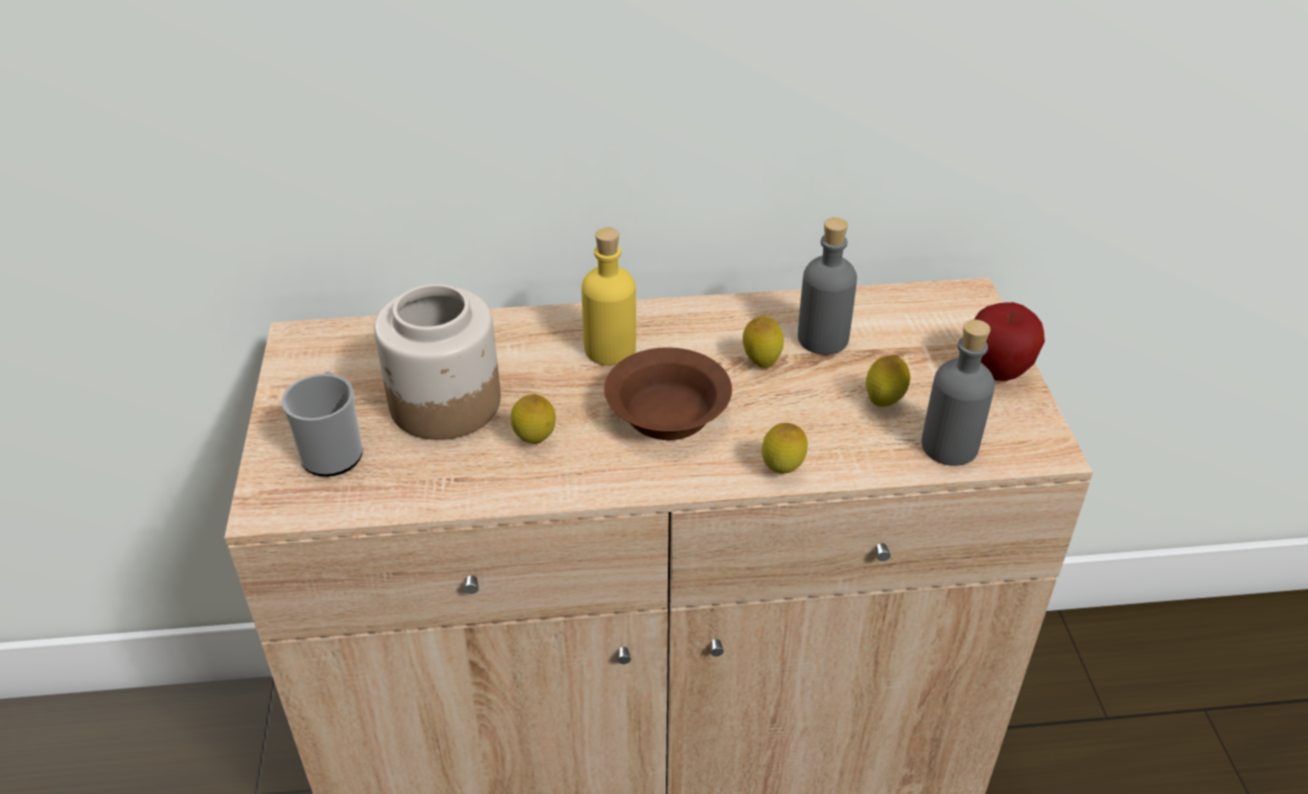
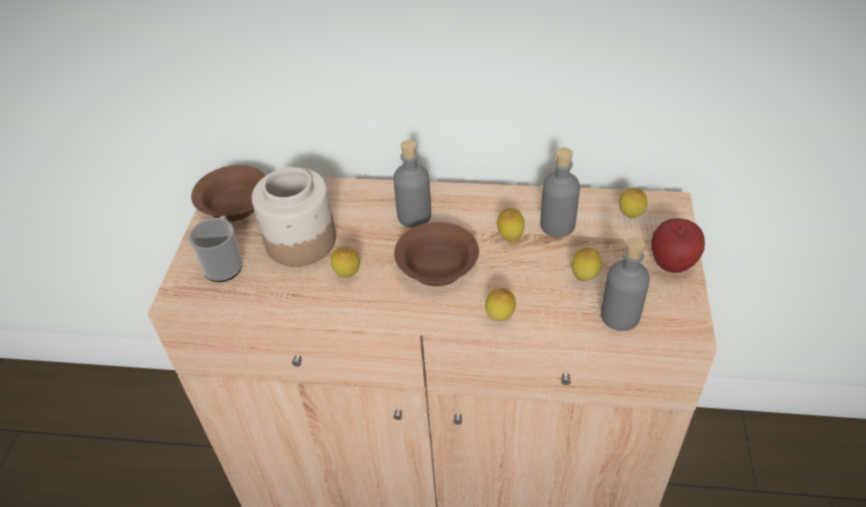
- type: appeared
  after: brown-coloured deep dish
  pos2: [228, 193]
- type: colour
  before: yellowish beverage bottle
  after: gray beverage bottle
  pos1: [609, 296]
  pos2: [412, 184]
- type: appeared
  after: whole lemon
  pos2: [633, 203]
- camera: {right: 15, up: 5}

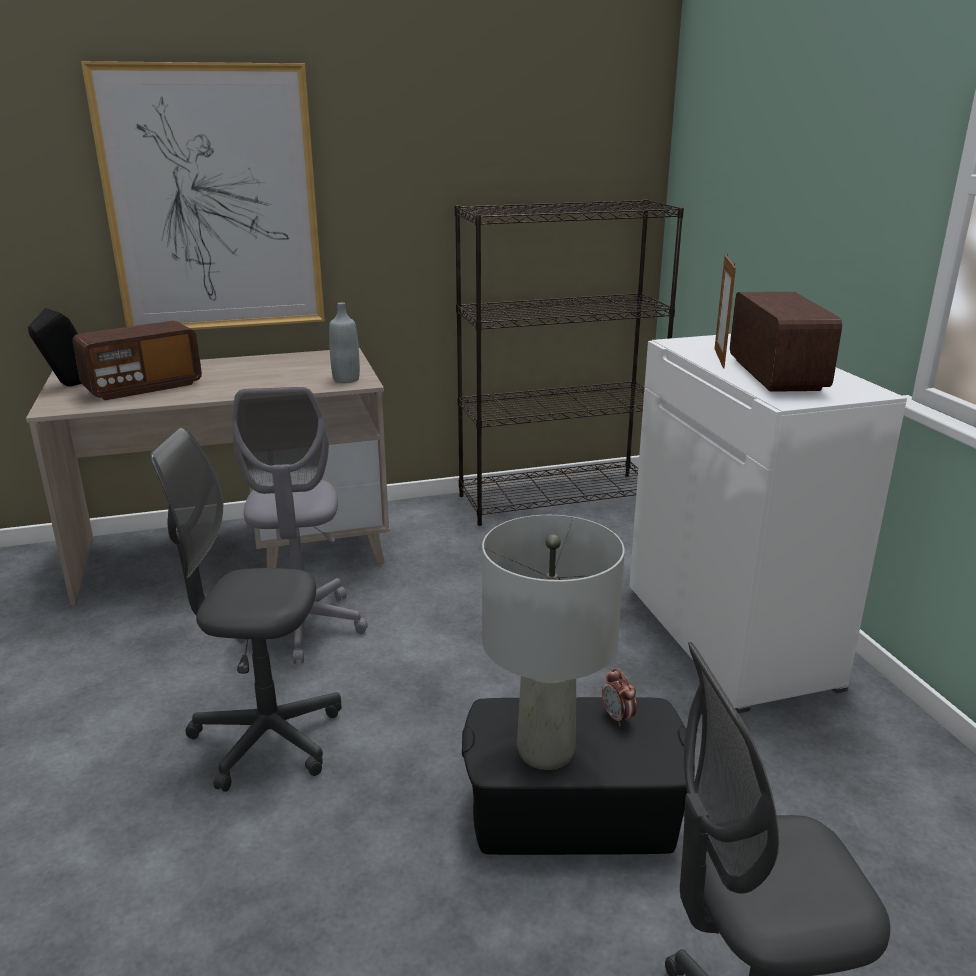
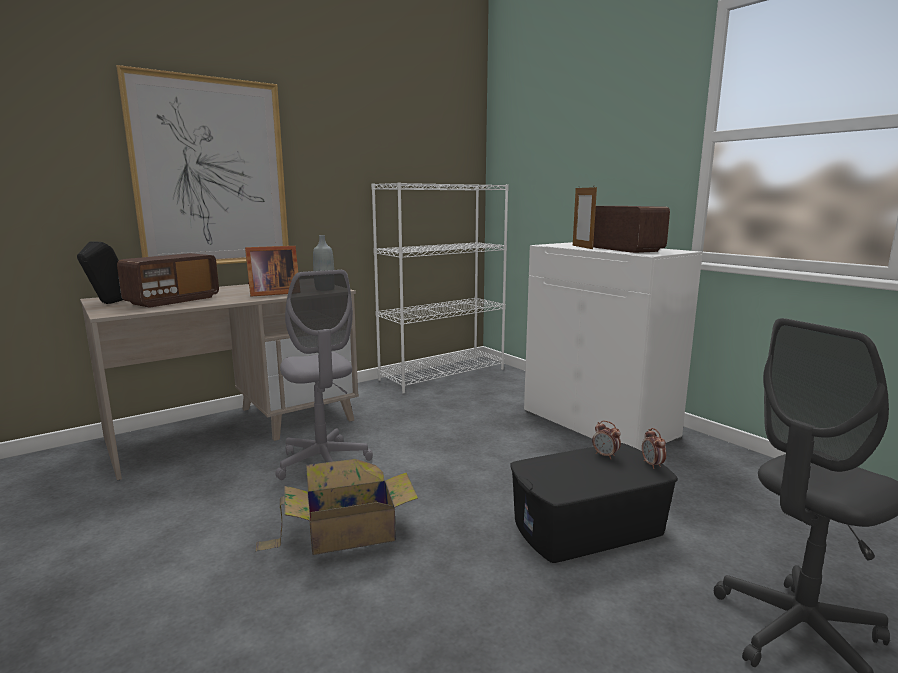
- type: appeared
  after: standing frame
  pos2: [271, 271]
- type: exchanged
  before: gray desk chair
  after: cardboard box
  pos1: [245, 610]
  pos2: [337, 507]
- type: colour
  before: blackish bookcase
  after: white bookcase
  pos1: [569, 362]
  pos2: [440, 288]
- type: appeared
  after: bedside clock
  pos2: [654, 448]
- type: missing
  before: gray lamp for a table
  pos1: [553, 642]
- camera: {right: -20, up: -10}

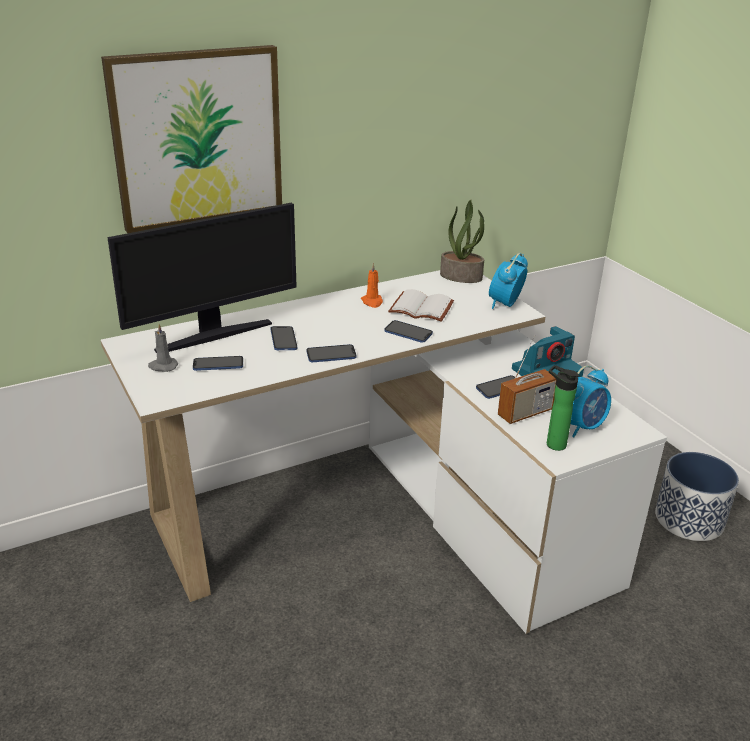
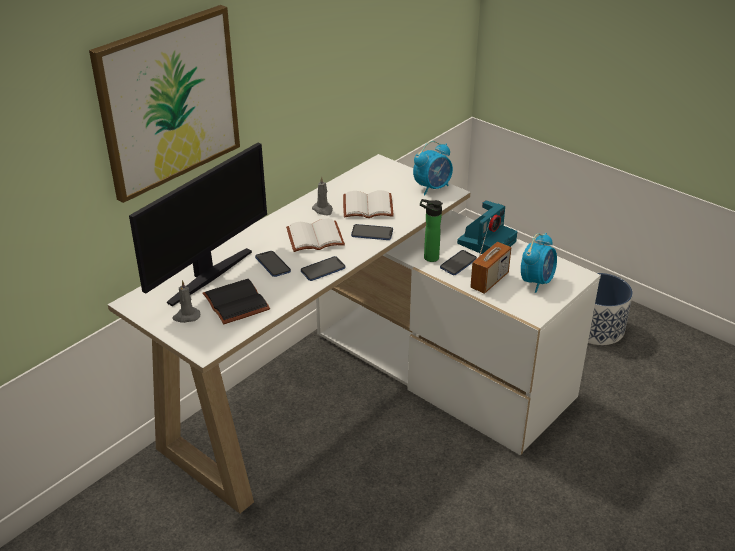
- type: exchanged
  before: telephone
  after: blackish book
  pos1: [218, 363]
  pos2: [236, 301]
- type: appeared
  after: white book
  pos2: [315, 235]
- type: colour
  before: orangey wax light
  after: gray wax light
  pos1: [372, 285]
  pos2: [322, 196]
- type: spun
  before: bedside clock
  pos1: [508, 281]
  pos2: [433, 168]
  turn: -135
- type: relocated
  before: beverage bottle
  pos1: [563, 408]
  pos2: [431, 230]
- type: missing
  before: houseplant
  pos1: [462, 241]
- camera: {right: -20, up: 5}

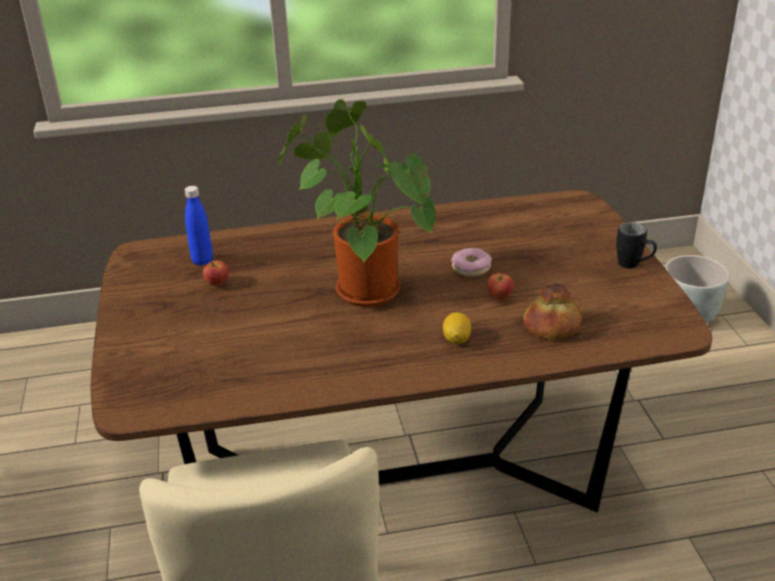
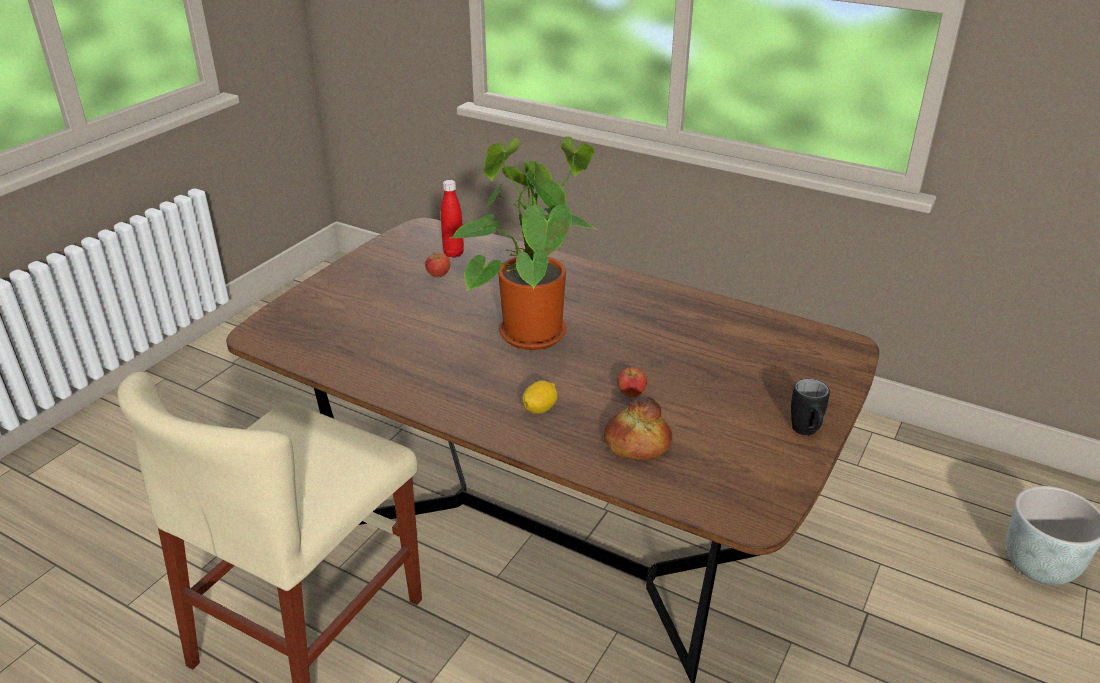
- type: colour
  before: blue-coloured beverage bottle
  after: red-coloured beverage bottle
  pos1: [199, 226]
  pos2: [452, 219]
- type: missing
  before: ring doughnut
  pos1: [471, 262]
- camera: {right: 40, up: 0}

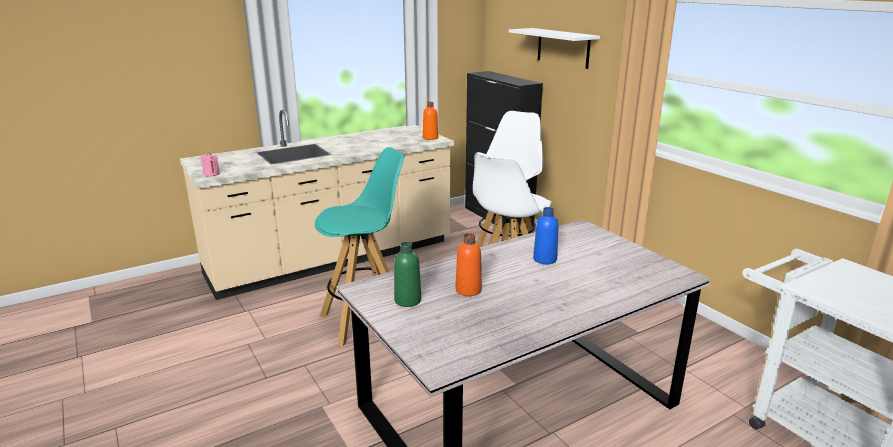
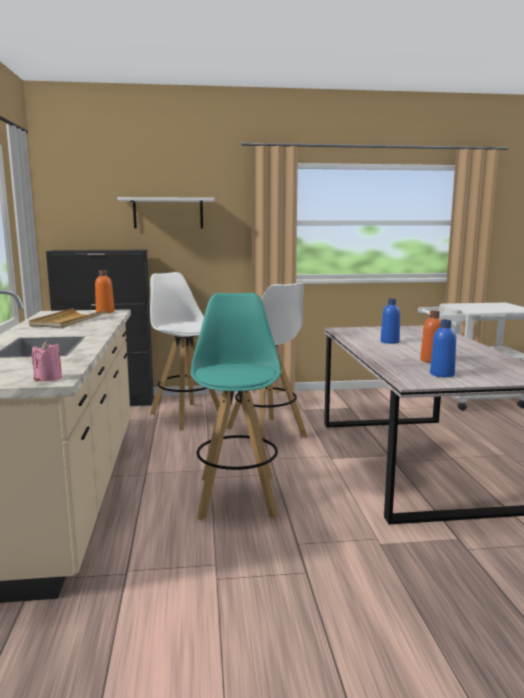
- type: appeared
  after: sand-coloured serving tray
  pos2: [68, 318]
- type: colour
  before: greenish beverage bottle
  after: blue-coloured beverage bottle
  pos1: [407, 274]
  pos2: [443, 348]
- camera: {right: -65, up: -10}

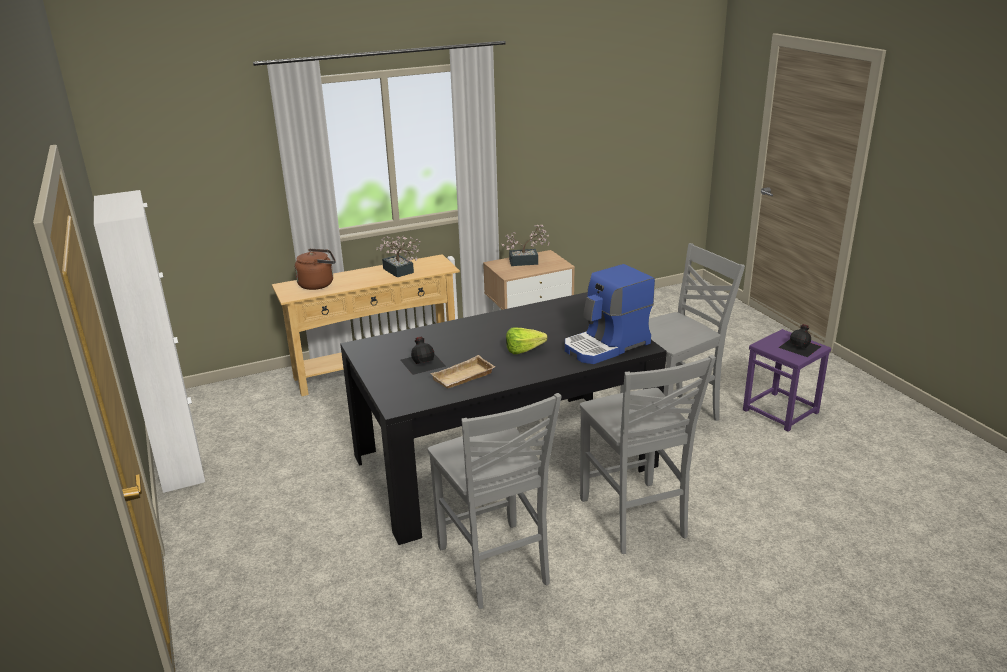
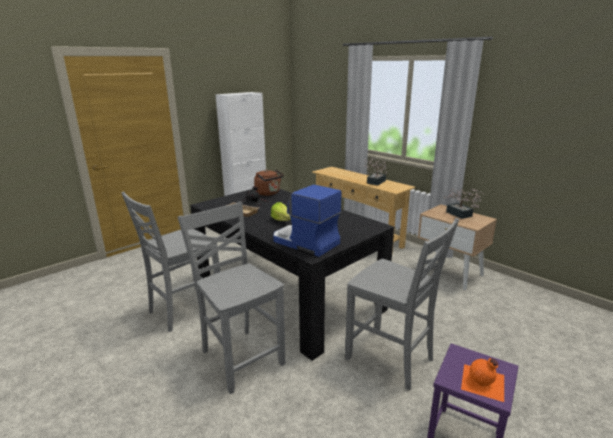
- type: spun
  before: gray upright chair
  pos1: [648, 454]
  pos2: [231, 298]
  turn: 90
- type: relocated
  before: brown-coloured tea kettle
  pos1: [315, 269]
  pos2: [269, 182]
- type: colour
  before: blackish beverage bottle
  after: orangey beverage bottle
  pos1: [800, 340]
  pos2: [482, 380]
- camera: {right: 70, up: -5}

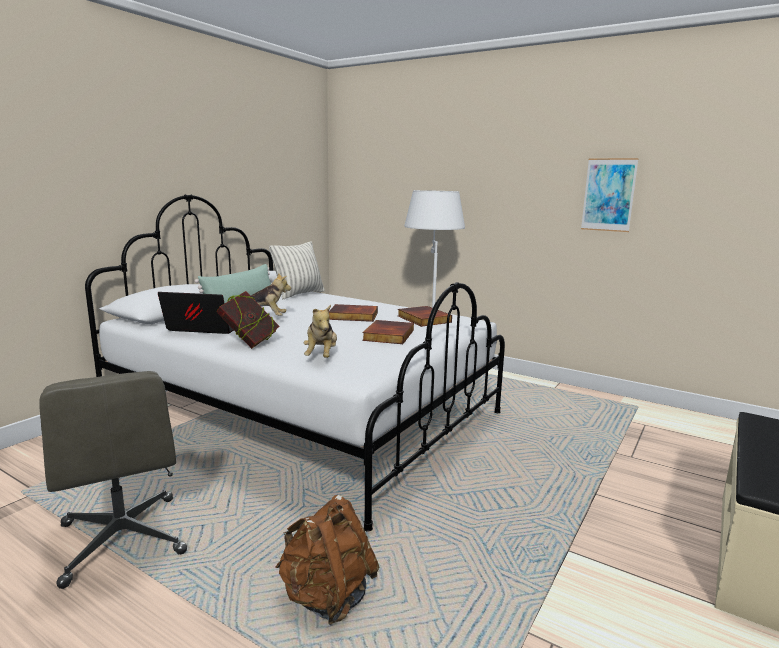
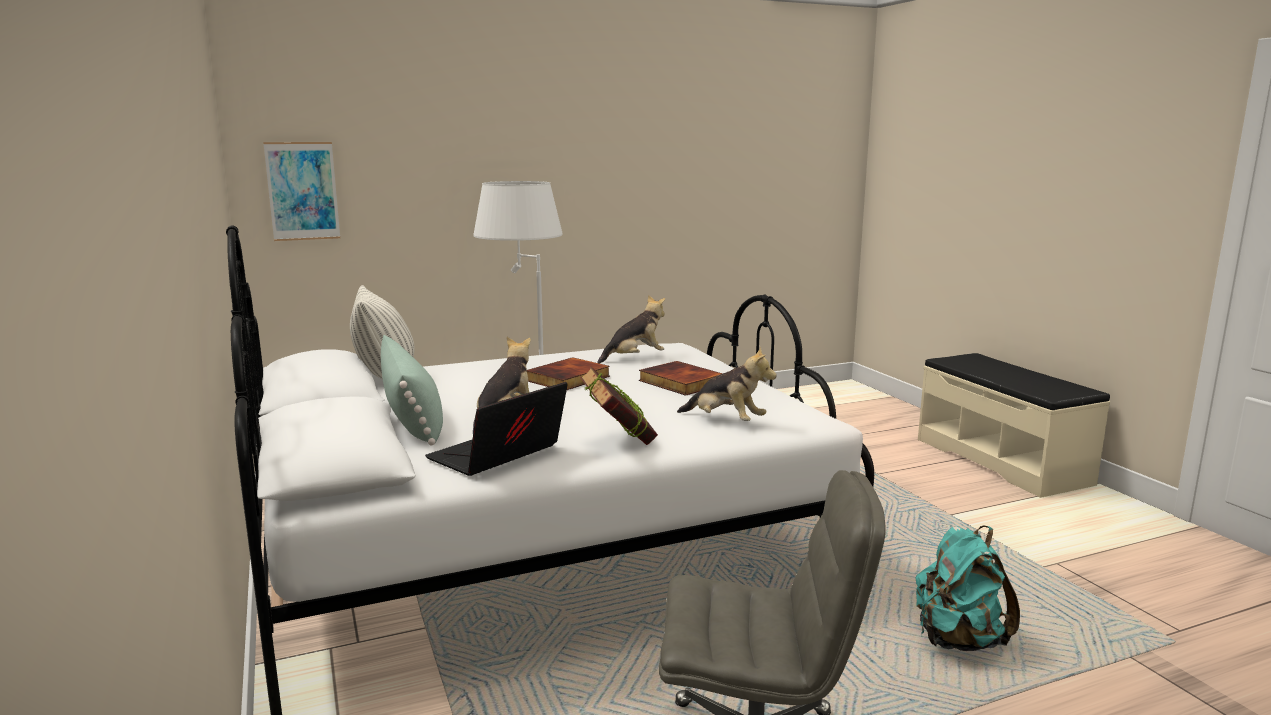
- type: relocated
  before: picture
  pos1: [610, 195]
  pos2: [301, 191]
- type: exchanged
  before: book
  after: plush toy
  pos1: [425, 316]
  pos2: [631, 329]
- type: colour
  before: brown-coloured knapsack
  after: turquoise-coloured knapsack
  pos1: [327, 560]
  pos2: [968, 588]
- camera: {right: -55, up: 0}

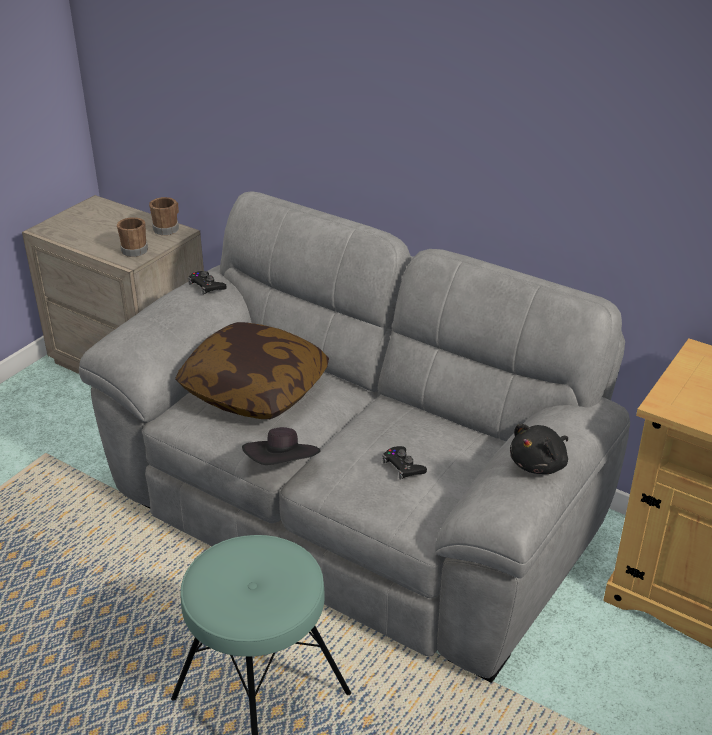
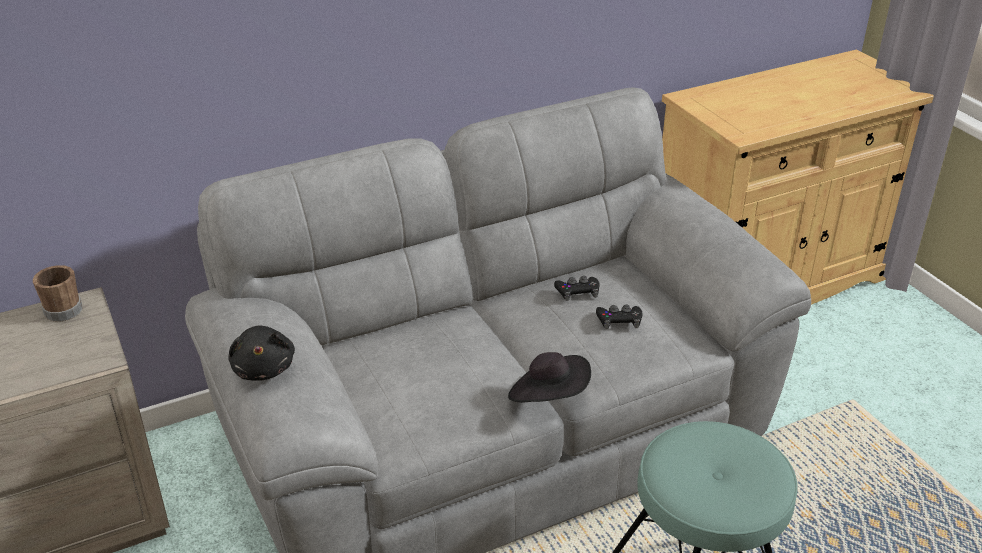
- type: relocated
  before: blackish plush toy
  pos1: [539, 449]
  pos2: [261, 353]
- type: relocated
  before: blackish joypad
  pos1: [207, 283]
  pos2: [576, 288]
- type: missing
  before: brown-coloured coffee mug
  pos1: [132, 237]
- type: missing
  before: throw pillow
  pos1: [252, 370]
- camera: {right: -60, up: 0}

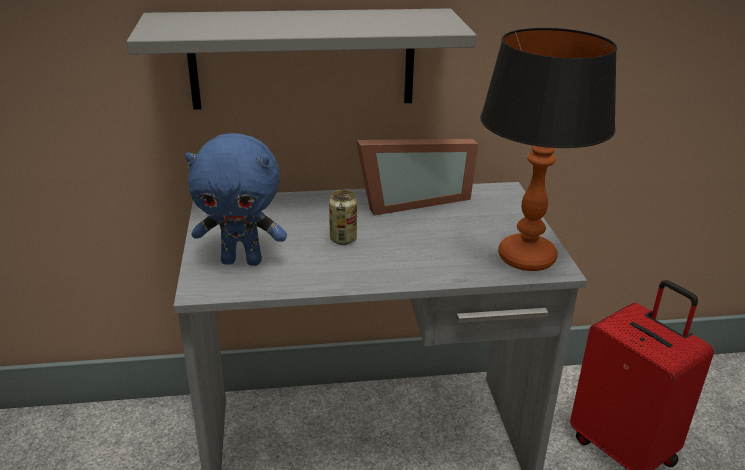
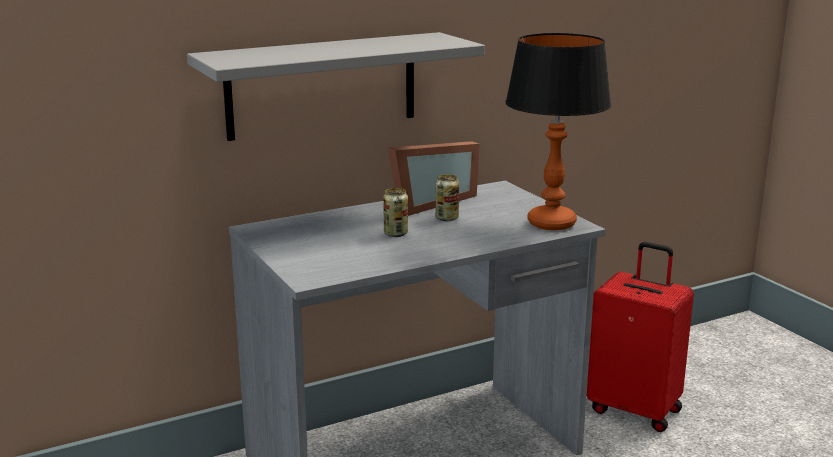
- type: appeared
  after: sealed can
  pos2: [447, 197]
- type: missing
  before: blue-coloured plush toy
  pos1: [236, 199]
- camera: {right: -20, up: -10}

